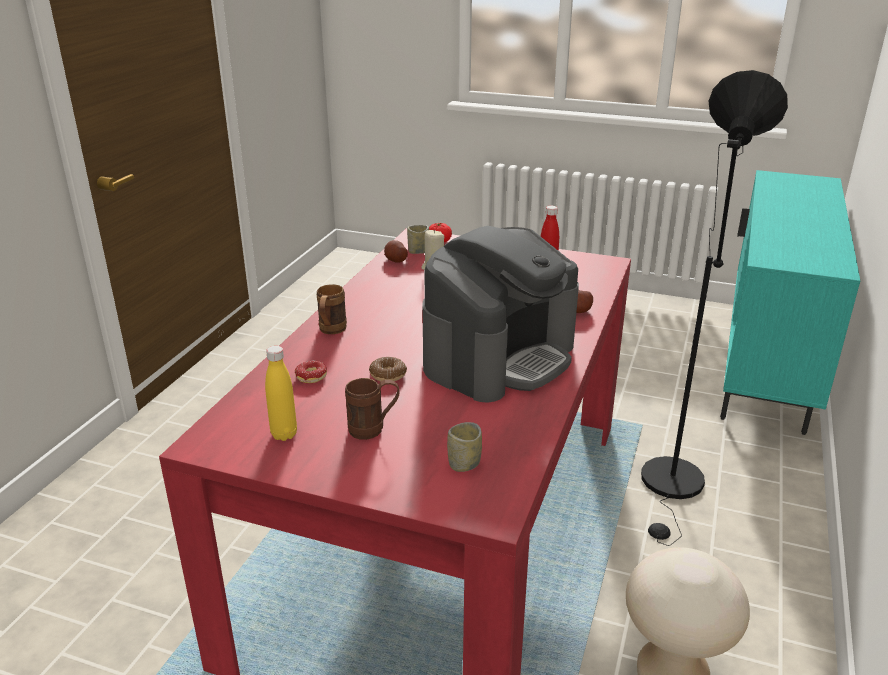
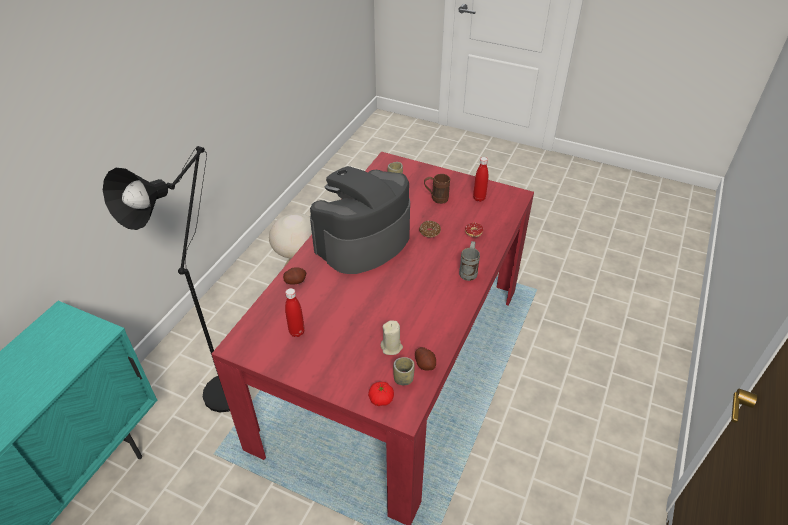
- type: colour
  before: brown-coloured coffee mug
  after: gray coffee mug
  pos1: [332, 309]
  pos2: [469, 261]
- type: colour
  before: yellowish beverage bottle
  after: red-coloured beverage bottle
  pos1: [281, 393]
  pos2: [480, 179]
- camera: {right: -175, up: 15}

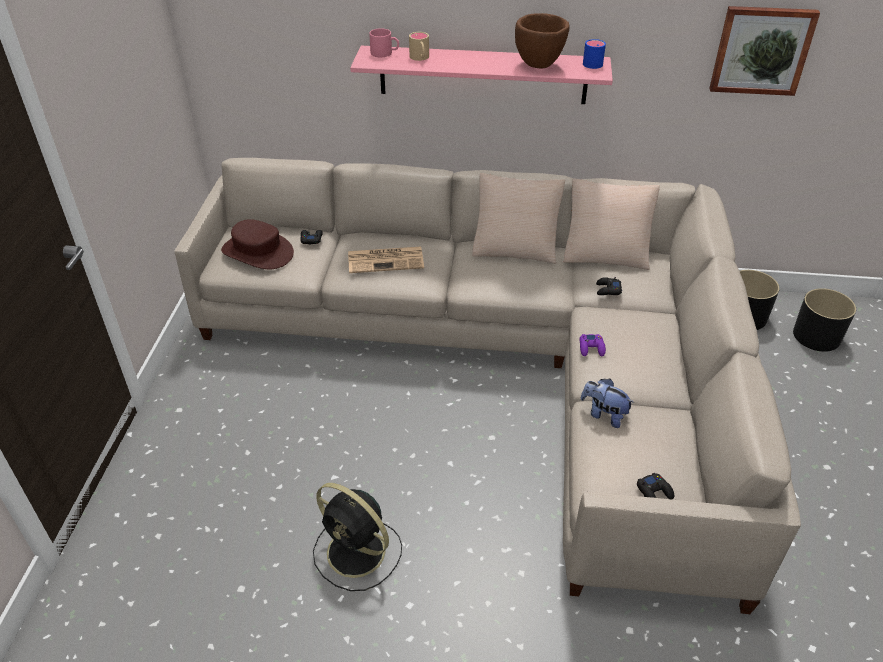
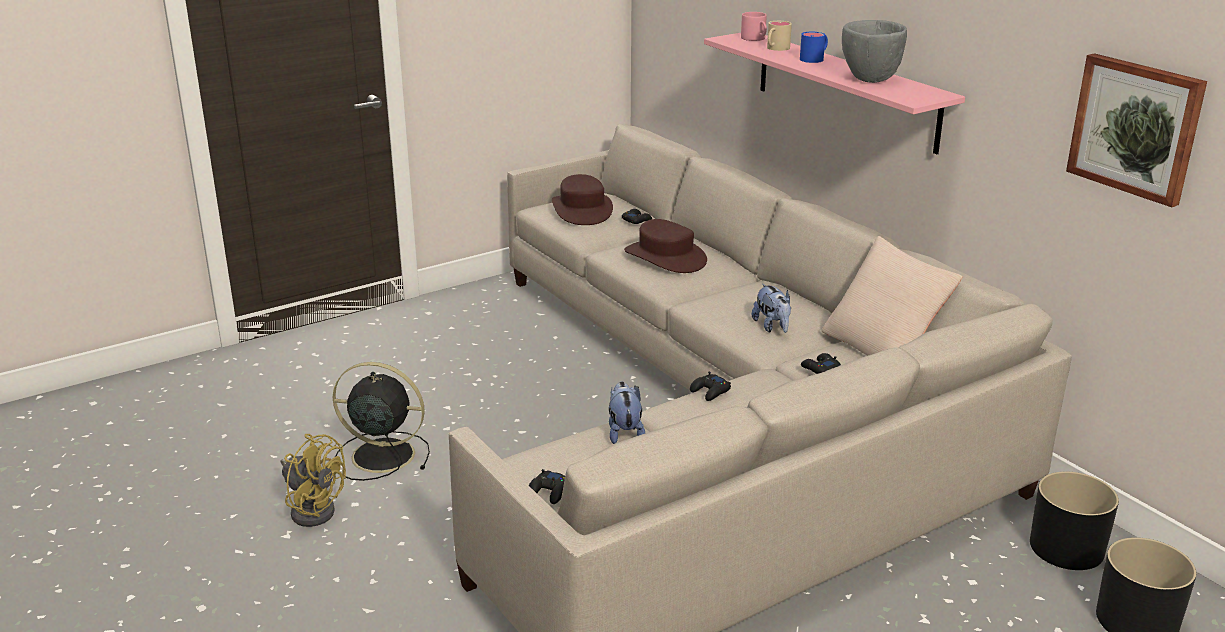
- type: appeared
  after: yellowish electric fan
  pos2: [313, 480]
- type: spun
  before: blackish electric fan
  pos1: [357, 537]
  pos2: [381, 421]
  turn: 105
- type: exchanged
  before: printed paper
  after: brown-coloured hat
  pos1: [386, 260]
  pos2: [665, 246]
- type: colour
  before: purplish joypad
  after: blackish joypad
  pos1: [593, 345]
  pos2: [710, 386]
- type: appeared
  after: plush toy
  pos2: [771, 308]
- type: relocated
  before: blue-coloured coffee mug
  pos1: [594, 54]
  pos2: [814, 47]
- type: colour
  before: brown-coloured deep dish
  after: gray deep dish
  pos1: [542, 40]
  pos2: [874, 51]
- type: missing
  before: sand-coloured throw pillow
  pos1: [518, 218]
- camera: {right: 50, up: -15}

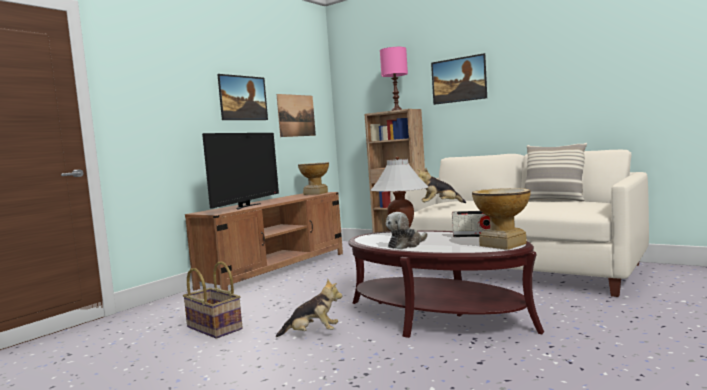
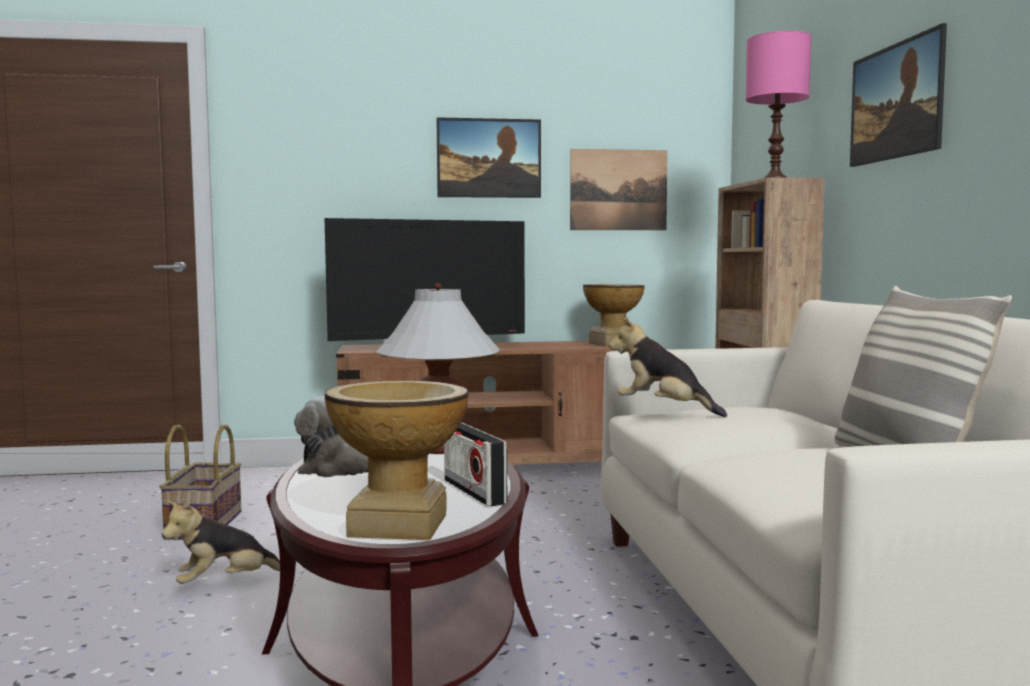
- type: spun
  before: plush toy
  pos1: [309, 308]
  pos2: [221, 542]
  turn: 105
- camera: {right: 45, up: 0}

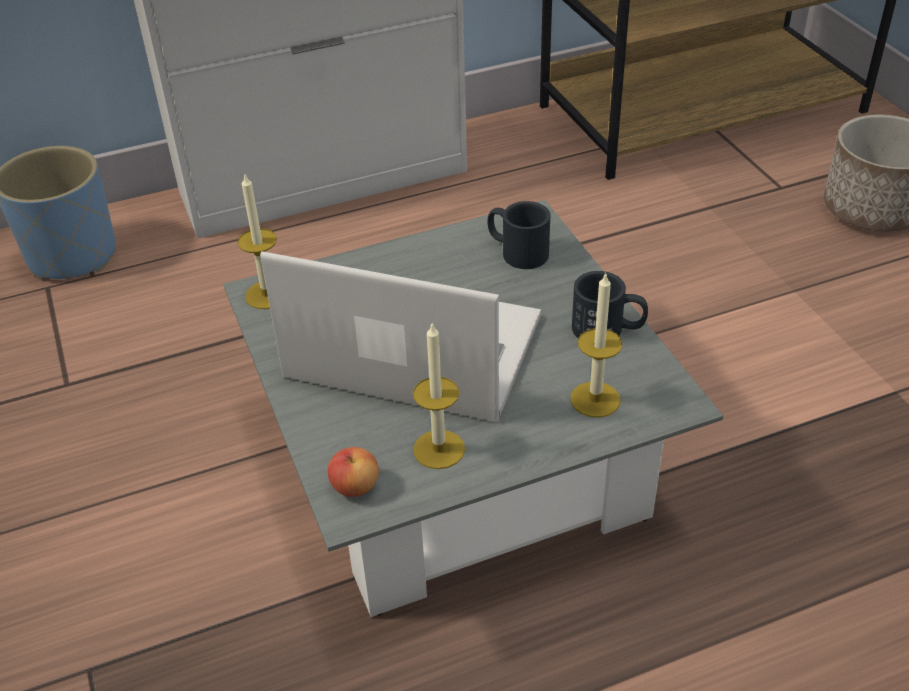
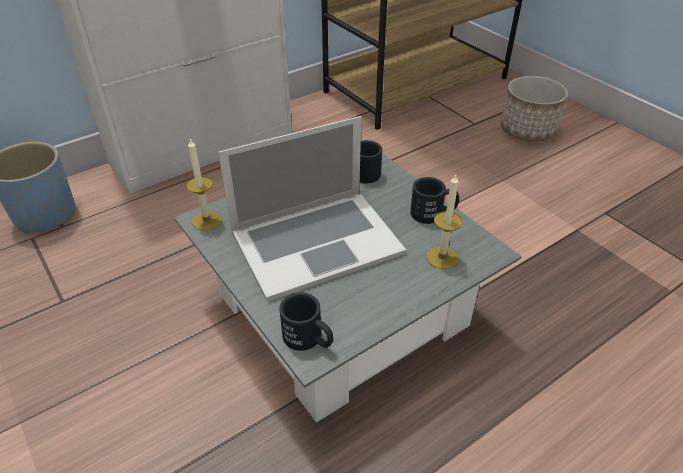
- type: spun
  before: laptop
  pos1: [400, 336]
  pos2: [312, 209]
  turn: 150
- type: exchanged
  before: apple fruit
  after: blackish coffee mug
  pos1: [353, 472]
  pos2: [306, 321]
- type: missing
  before: wax light
  pos1: [439, 395]
- camera: {right: -15, up: 0}

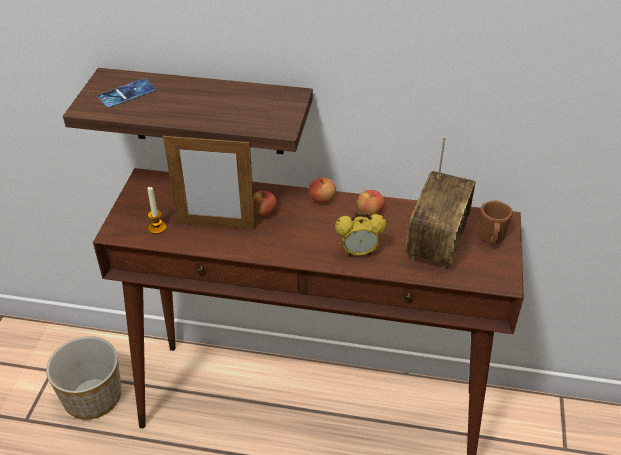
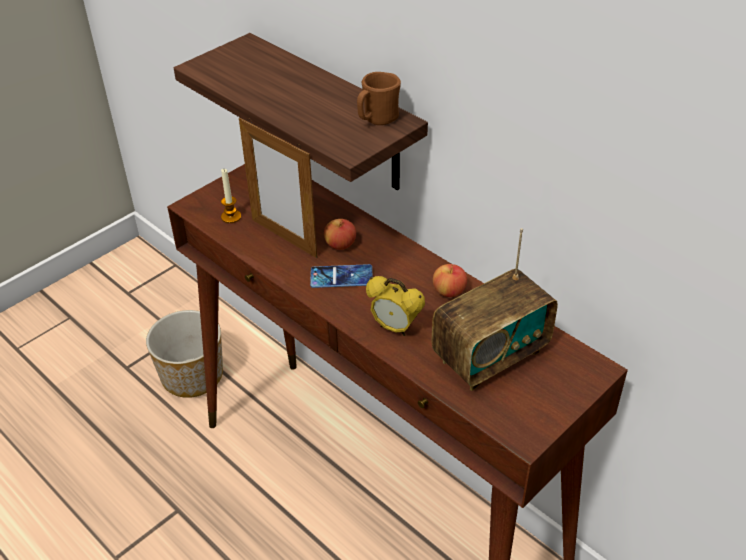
- type: relocated
  before: telephone
  pos1: [126, 93]
  pos2: [341, 276]
- type: relocated
  before: brown-coloured coffee mug
  pos1: [495, 223]
  pos2: [379, 98]
- type: missing
  before: apple fruit
  pos1: [322, 190]
- camera: {right: 35, up: 0}

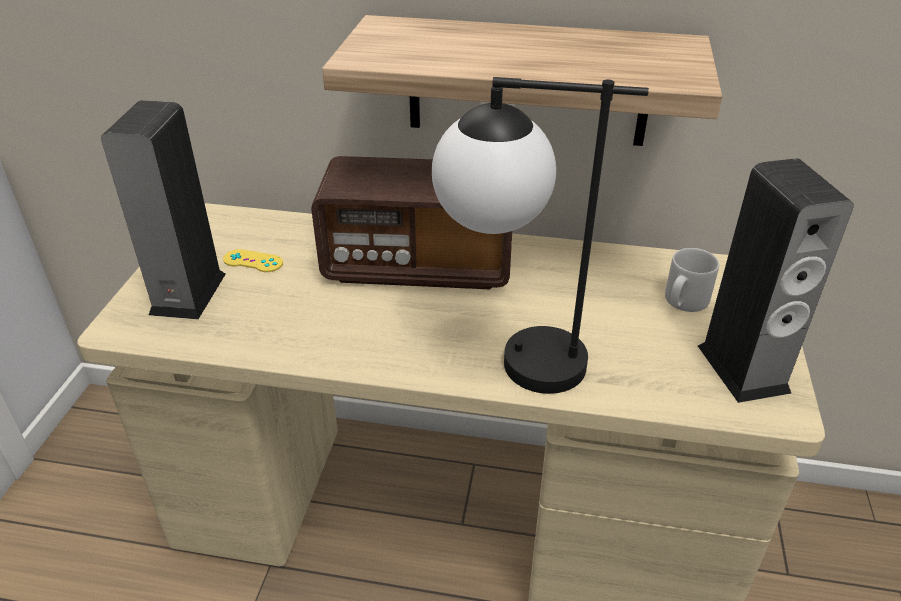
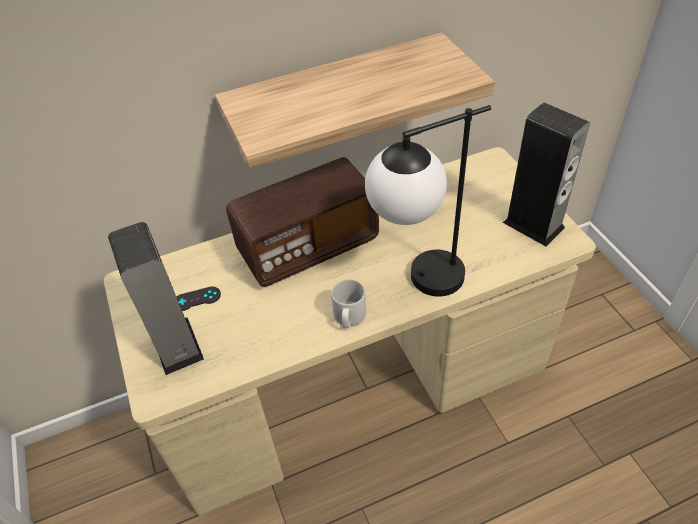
- type: colour
  before: yellowish joypad
  after: blackish joypad
  pos1: [253, 260]
  pos2: [199, 299]
- type: relocated
  before: gray coffee mug
  pos1: [692, 280]
  pos2: [348, 303]
- camera: {right: -30, up: 10}

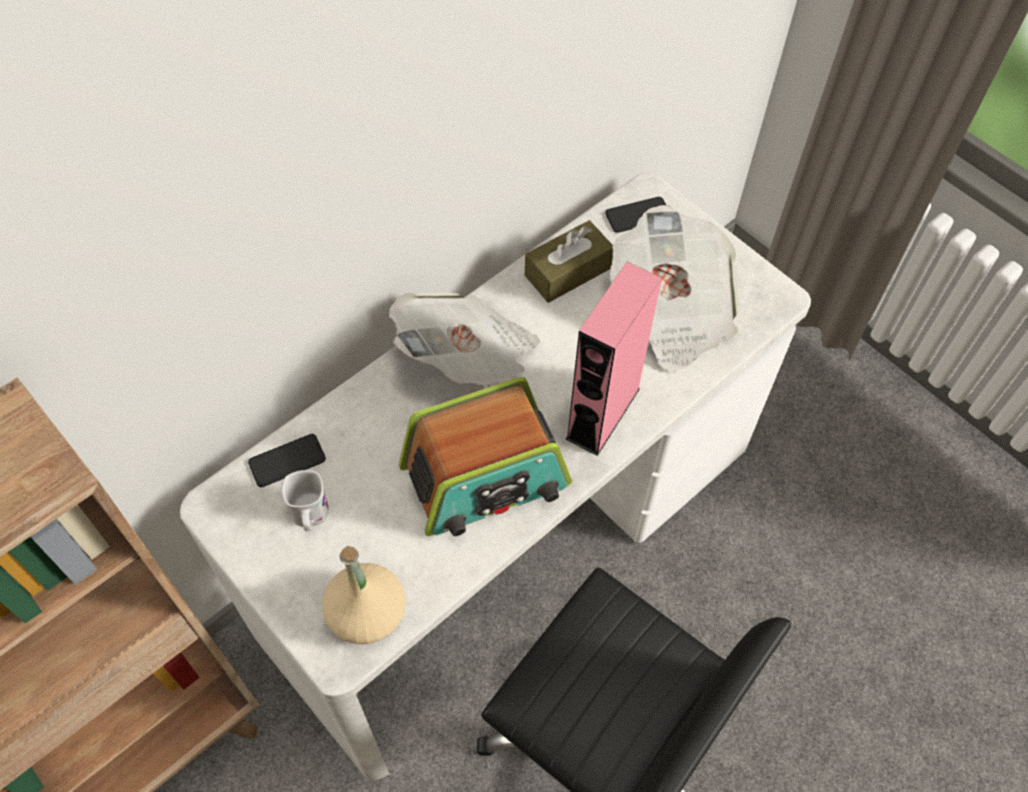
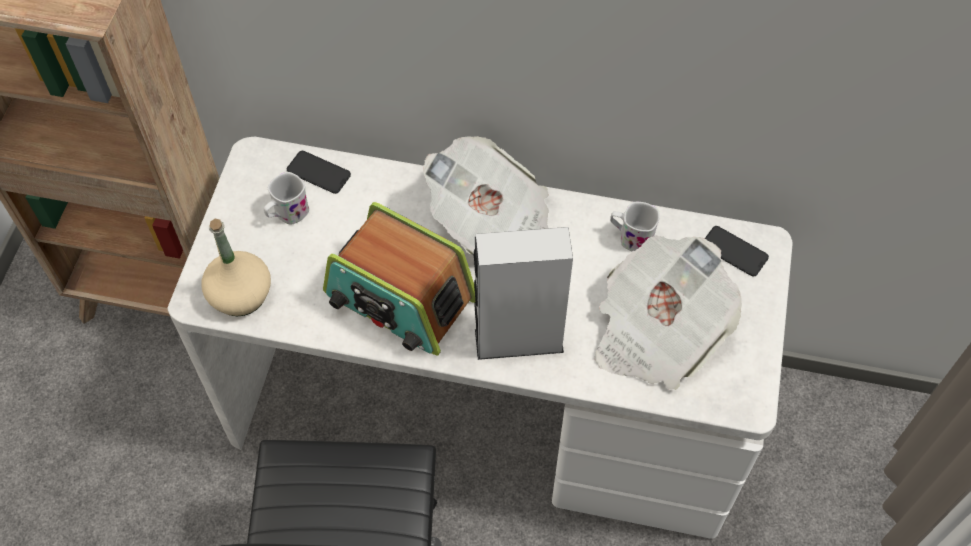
- type: colour
  before: pink-coloured speaker
  after: gray speaker
  pos1: [614, 359]
  pos2: [523, 293]
- type: exchanged
  before: brown-coloured box of tissues
  after: white coffee mug
  pos1: [569, 261]
  pos2: [635, 226]
- camera: {right: 55, up: 0}

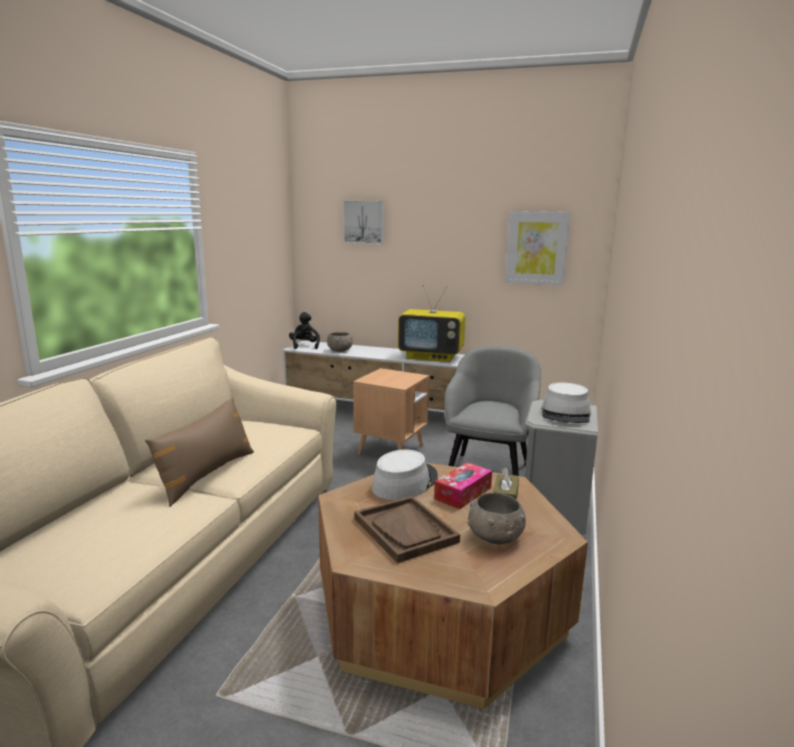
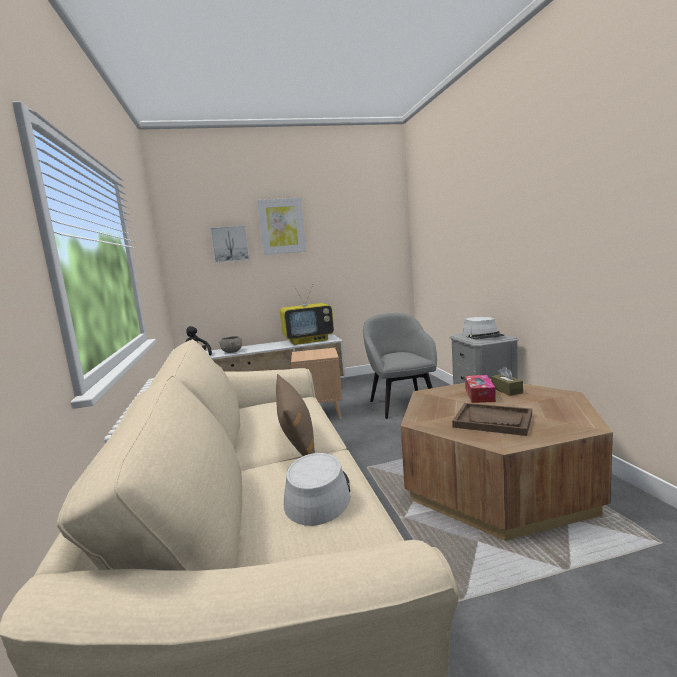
- type: relocated
  before: picture
  pos1: [537, 248]
  pos2: [281, 226]
- type: relocated
  before: gray hat
  pos1: [405, 475]
  pos2: [317, 489]
- type: missing
  before: gray deep dish
  pos1: [497, 518]
- camera: {right: -30, up: -5}

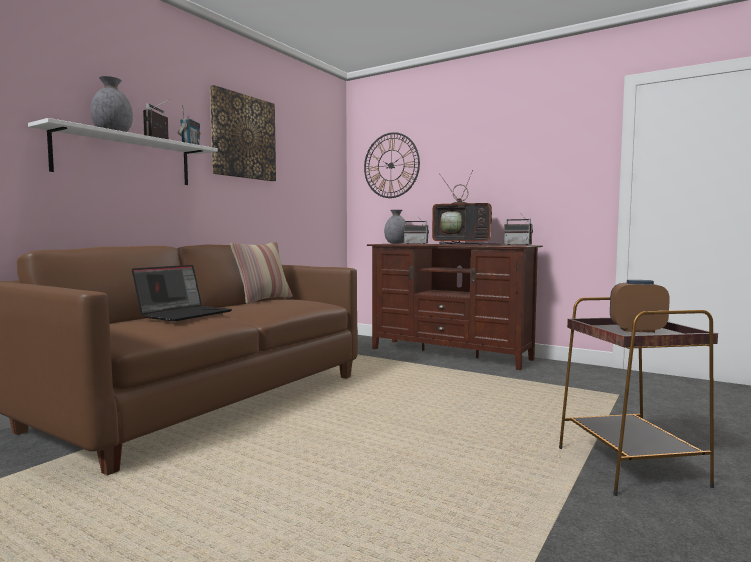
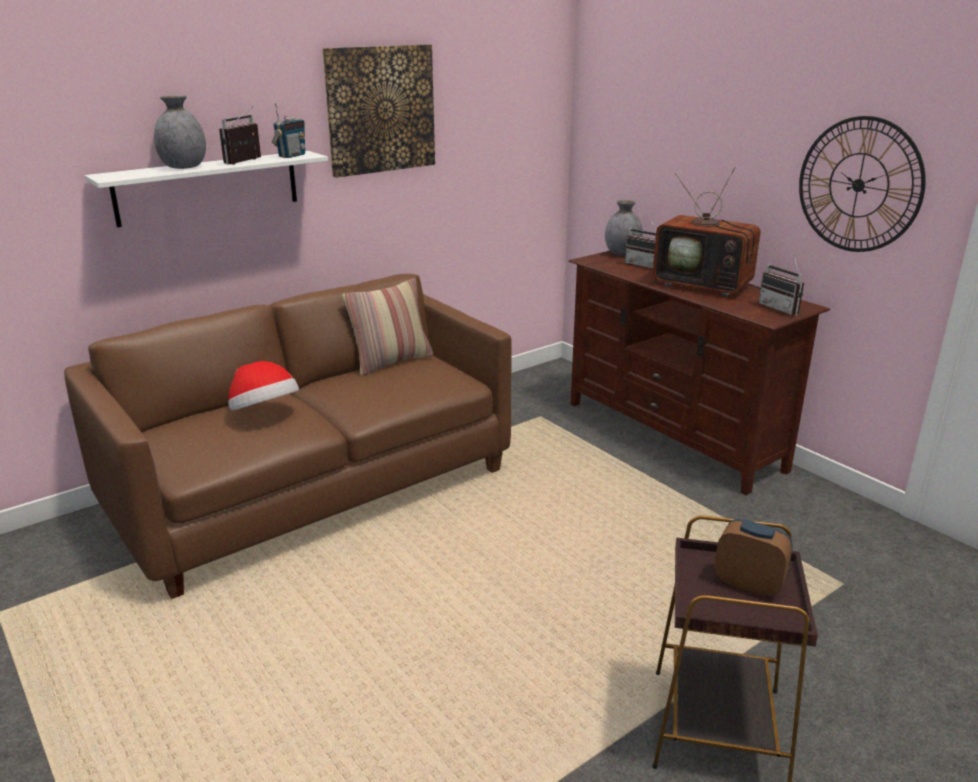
- type: exchanged
  before: laptop
  after: hat
  pos1: [182, 293]
  pos2: [263, 386]
- type: relocated
  before: wall clock
  pos1: [392, 165]
  pos2: [862, 184]
- camera: {right: 20, up: 20}

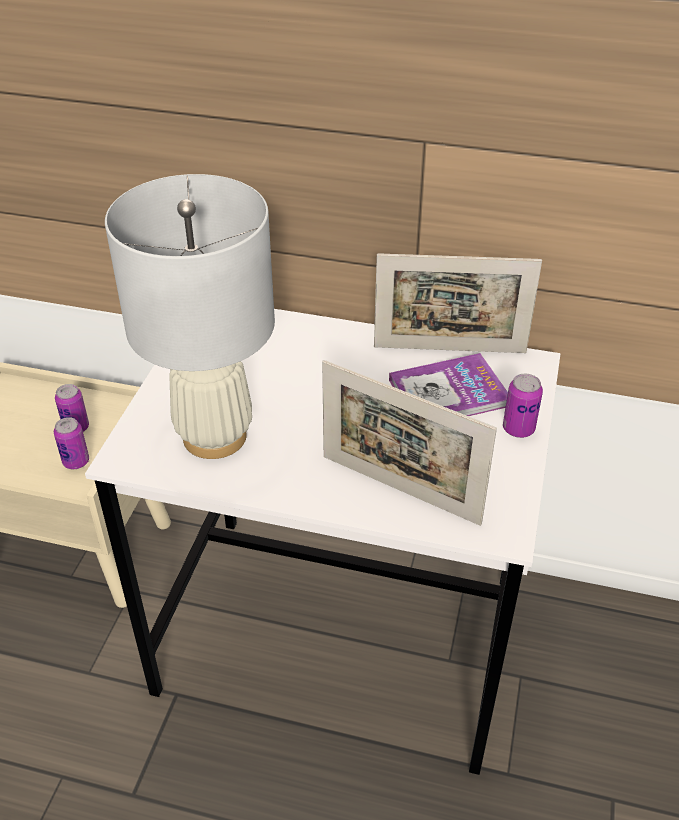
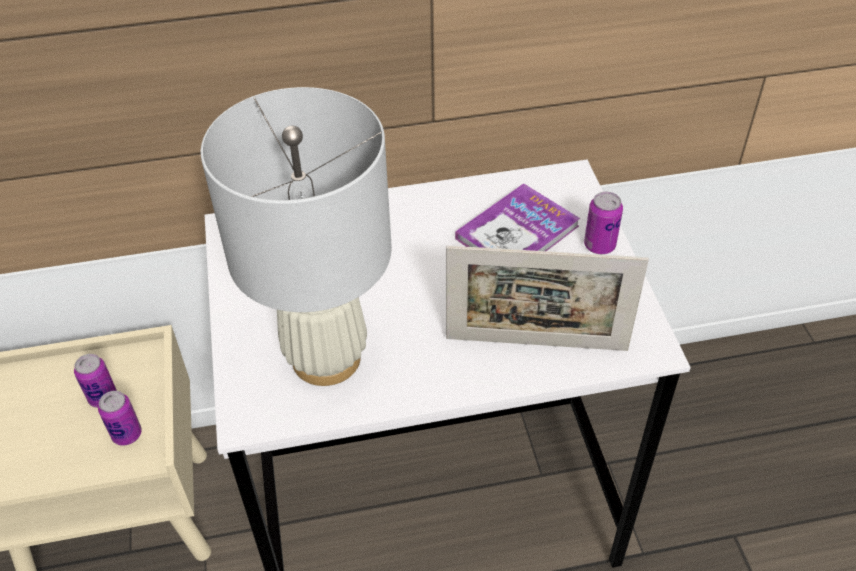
- type: missing
  before: standing frame
  pos1: [458, 303]
- camera: {right: -25, up: 5}

